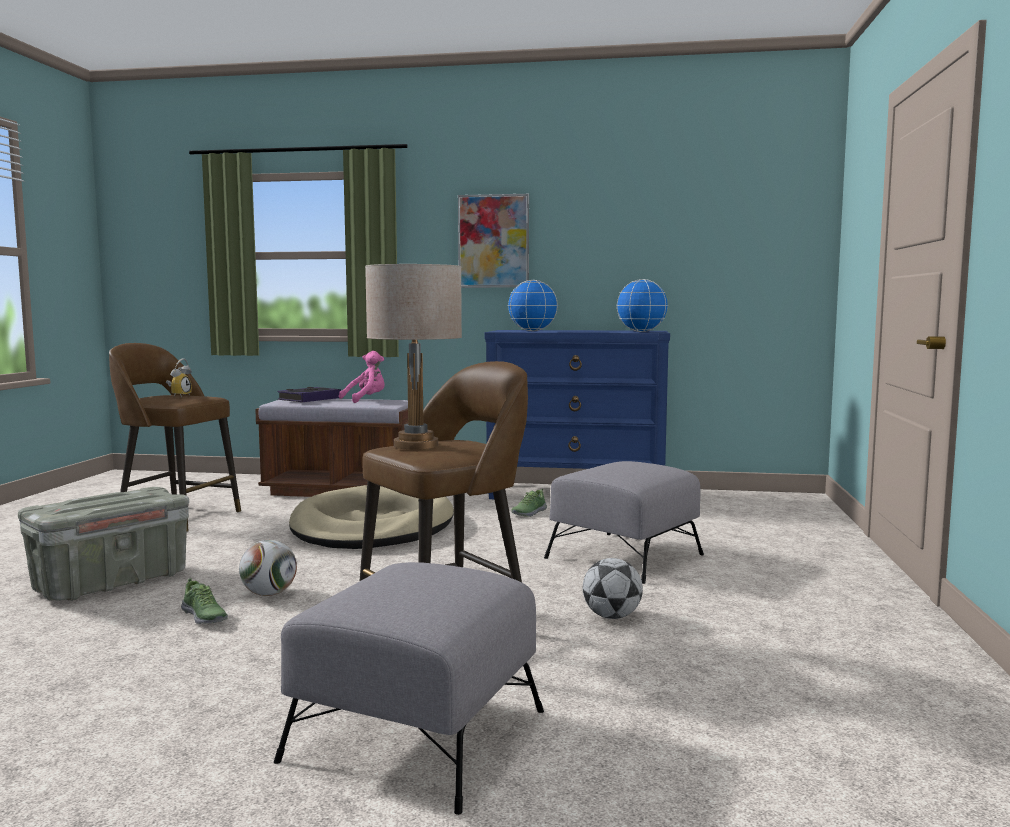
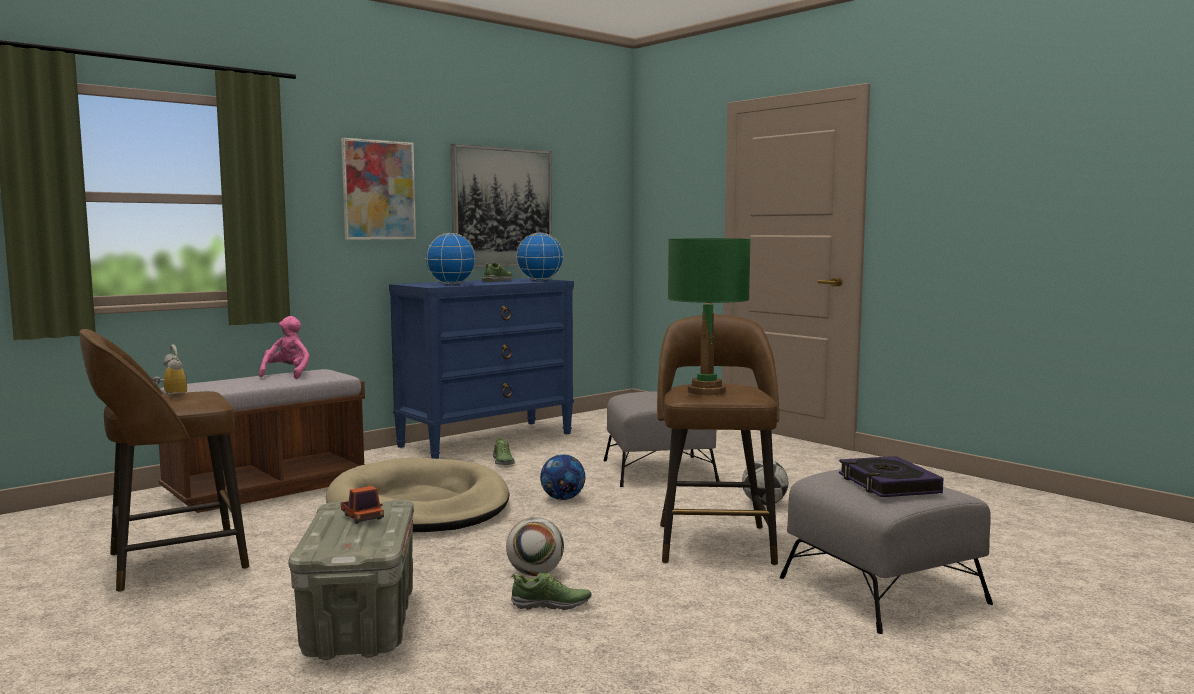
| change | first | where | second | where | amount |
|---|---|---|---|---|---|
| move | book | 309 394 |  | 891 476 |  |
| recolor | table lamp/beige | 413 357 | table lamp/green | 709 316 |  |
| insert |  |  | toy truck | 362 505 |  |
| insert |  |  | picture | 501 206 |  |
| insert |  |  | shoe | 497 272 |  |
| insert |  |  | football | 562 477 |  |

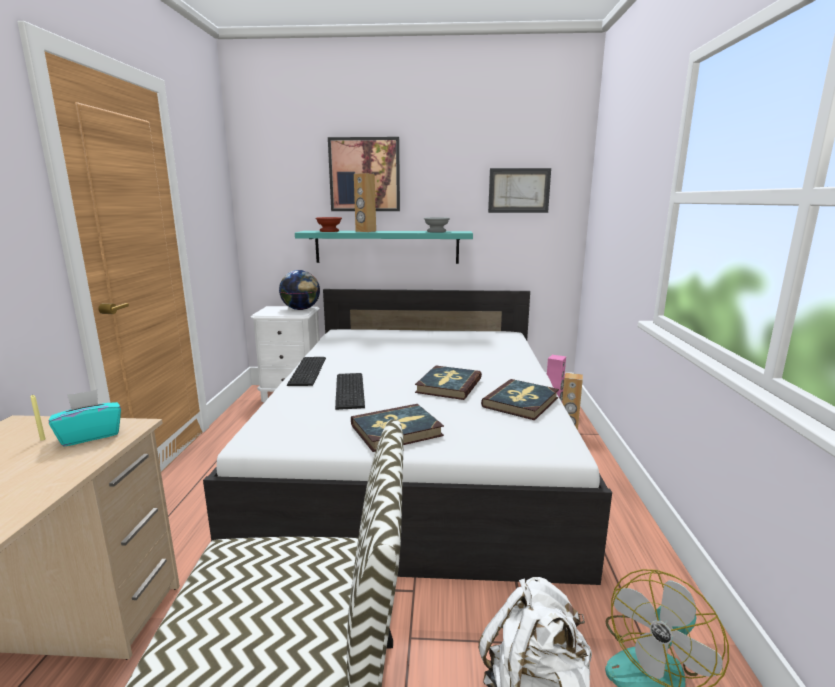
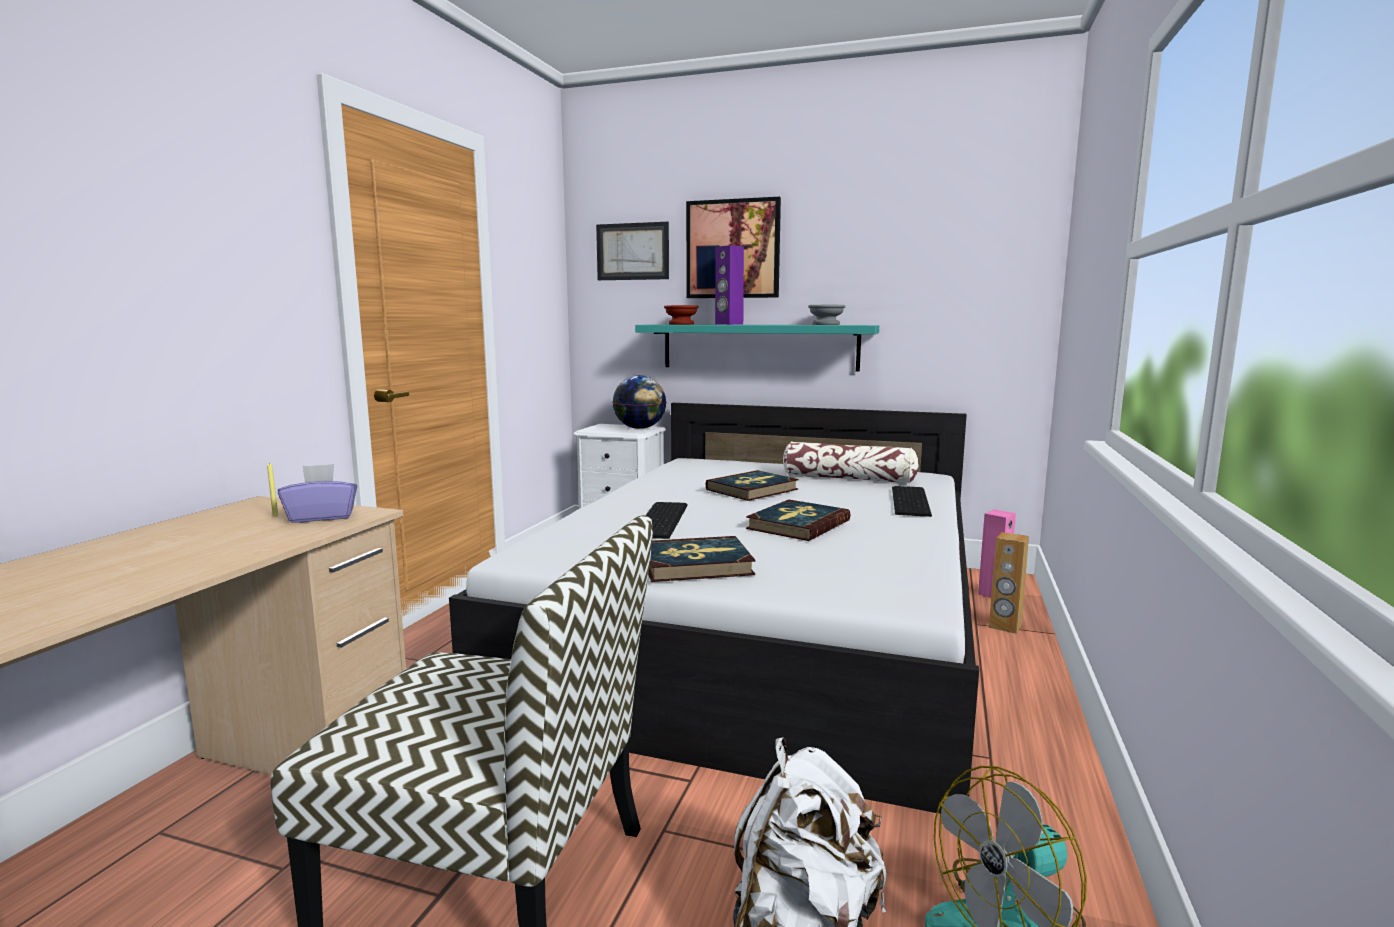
| change | first | where | second | where | amount |
|---|---|---|---|---|---|
| recolor | tissue box/turquoise | 85 417 | tissue box/purple | 318 493 |  |
| move | keyboard | 306 371 |  | 912 501 |  |
| recolor | speaker/brown | 365 202 | speaker/purple | 729 285 |  |
| move | book | 520 399 |  | 752 485 |  |
| move | picture | 519 190 |  | 632 251 |  |
| insert |  |  | pillow | 851 462 |  |

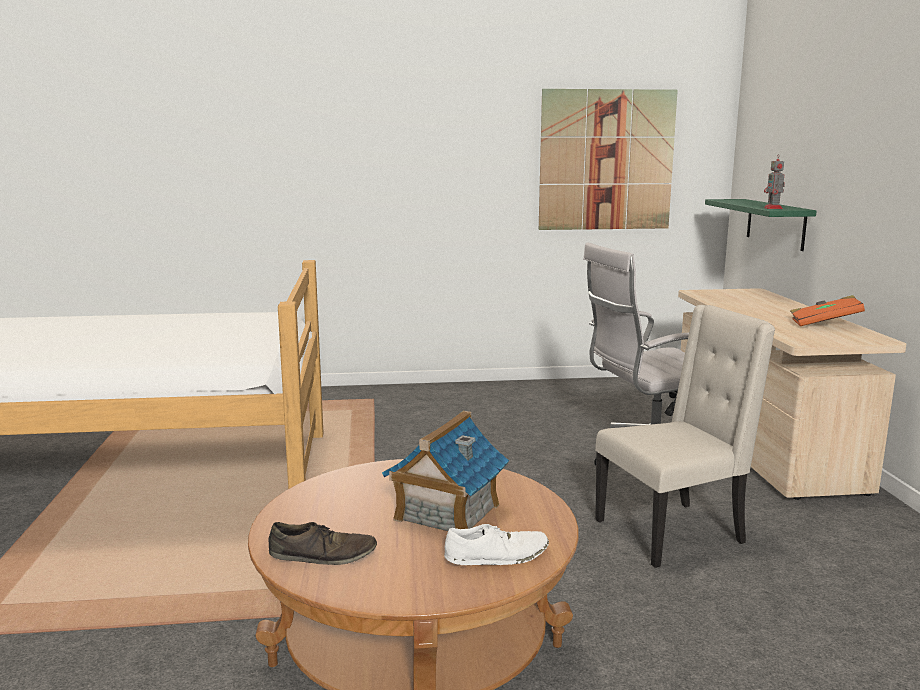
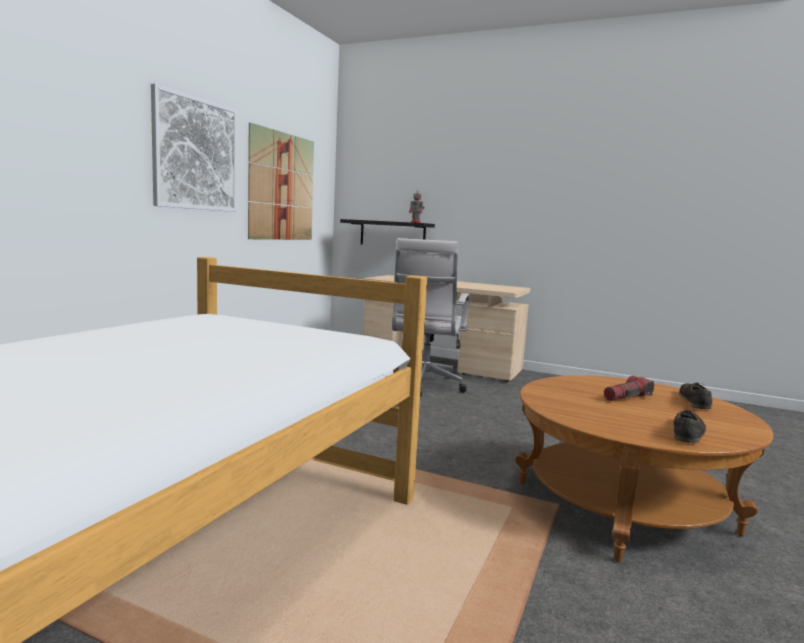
| change | first | where | second | where | amount |
|---|---|---|---|---|---|
| replace | toy house | 445 471 | flashlight | 629 388 |  |
| recolor | shoe/white | 496 544 | shoe/brown | 695 395 |  |
| delete | chair/beige | 685 436 |  |  |  |
| recolor | shelf/green | 760 225 | shelf/black | 387 232 |  |
| delete | book/orange | 827 310 |  |  |  |
| insert |  |  | picture | 194 148 |  |

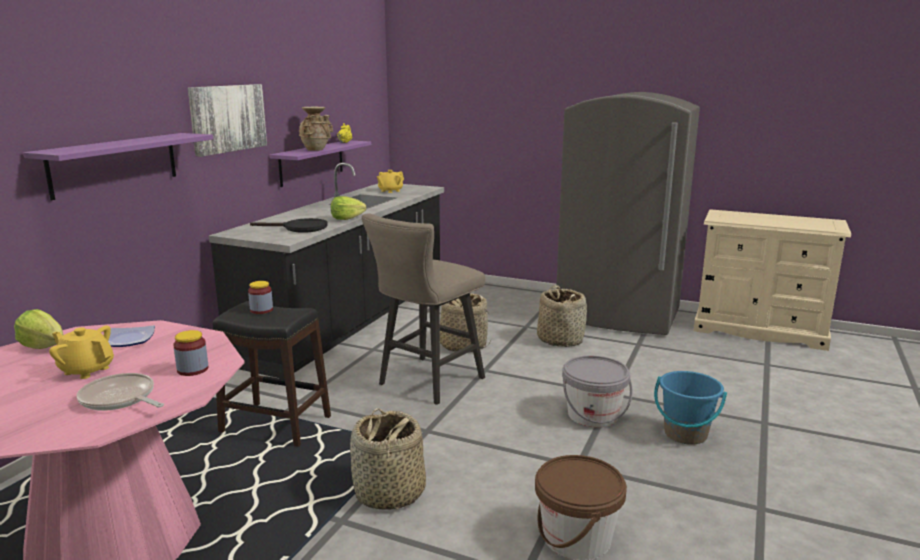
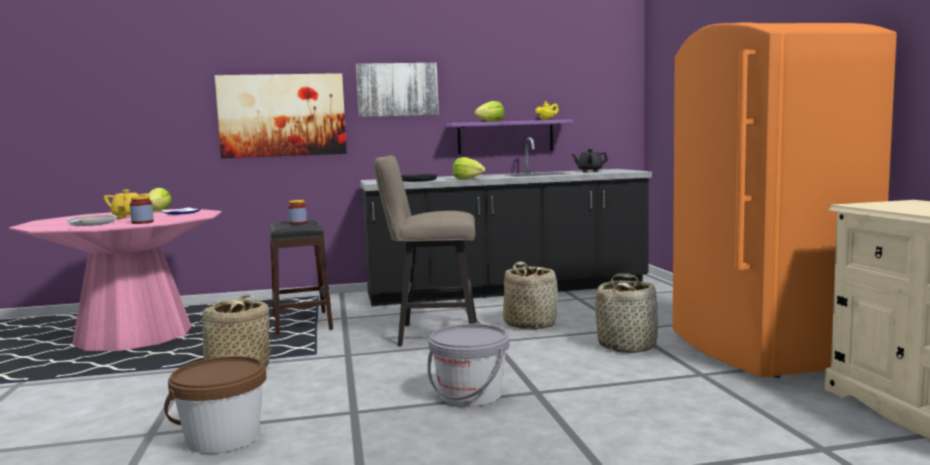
| change | first | where | second | where | amount |
|---|---|---|---|---|---|
| replace | shelf/purple | 118 166 | picture | 280 115 |  |
| replace | vase/beige | 316 129 | lettuce | 489 111 |  |
| recolor | teapot/yellow | 390 181 | teapot/black | 589 160 |  |
| recolor | fridge/grey | 628 213 | fridge/orange | 785 200 |  |
| delete | bucket/blue | 690 408 |  |  |  |

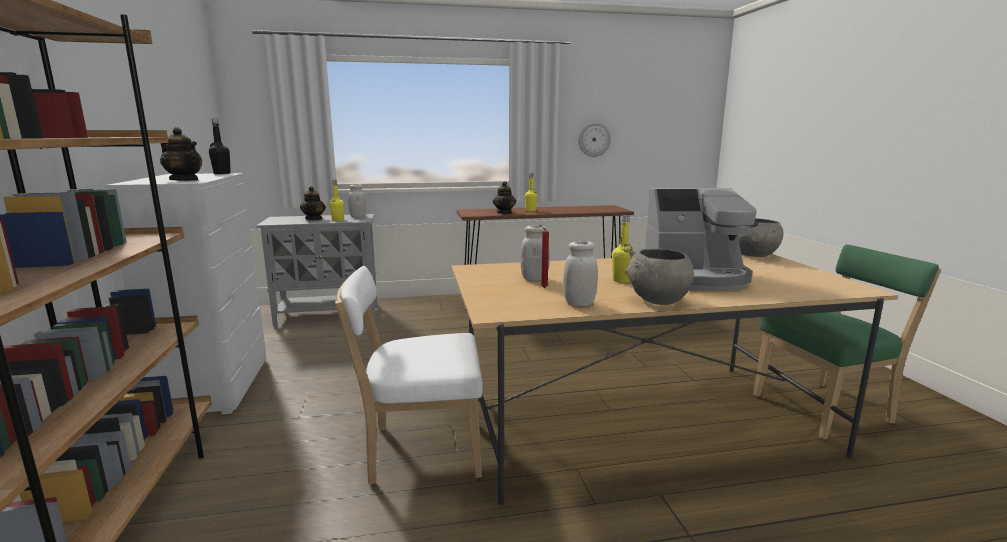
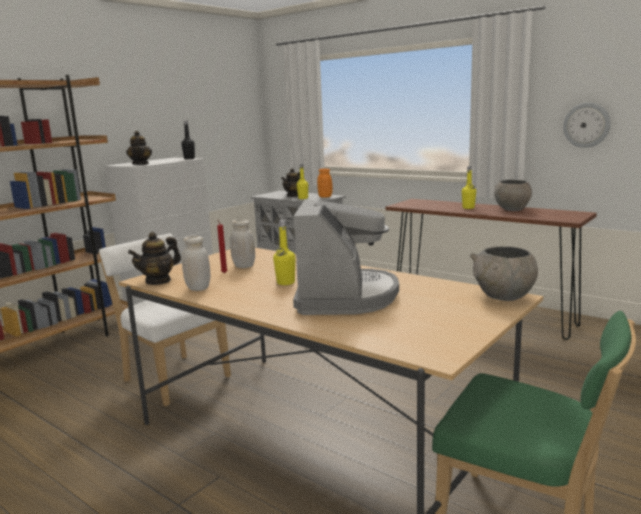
| change | first | where | second | where | amount |
|---|---|---|---|---|---|
| recolor | jar/white | 357 200 | jar/orange | 325 183 |  |
| move | teapot | 504 197 |  | 154 258 |  |
| move | bowl/grey | 659 277 |  | 513 195 |  |
| rotate | coffee machine | 701 239 |  | 346 257 | 135 degrees counterclockwise |

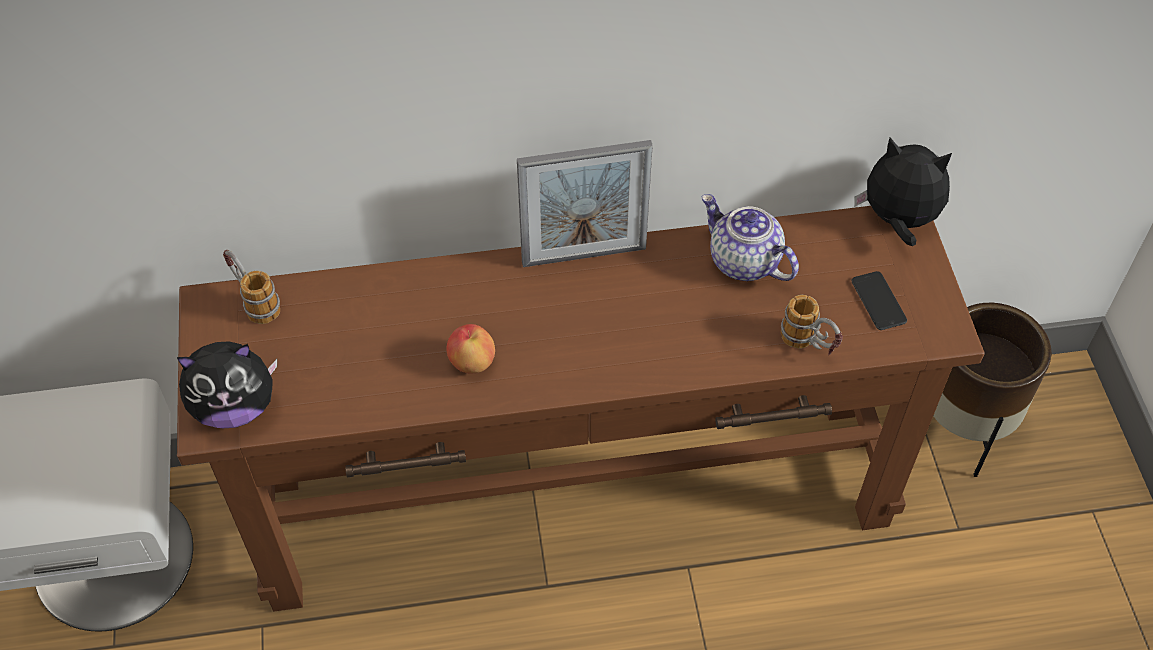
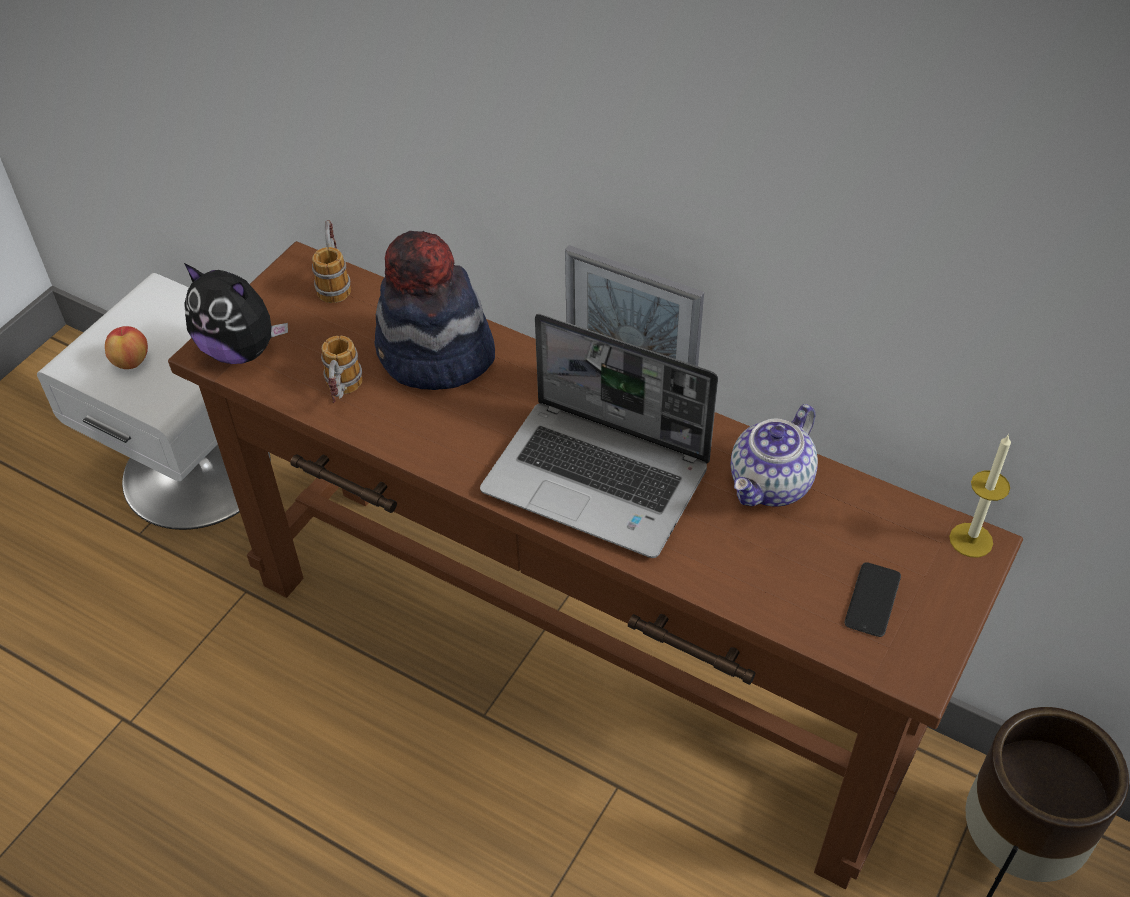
| change | first | where | second | where | amount |
|---|---|---|---|---|---|
| move | apple | 471 348 |  | 126 347 |  |
| rotate | teapot | 750 237 |  | 774 455 | 135 degrees counterclockwise |
| move | mug | 812 325 |  | 341 369 |  |
| replace | plush toy | 903 191 | candle | 980 496 |  |
| insert |  |  | hat | 435 310 |  |
| insert |  |  | laptop | 599 436 |  |

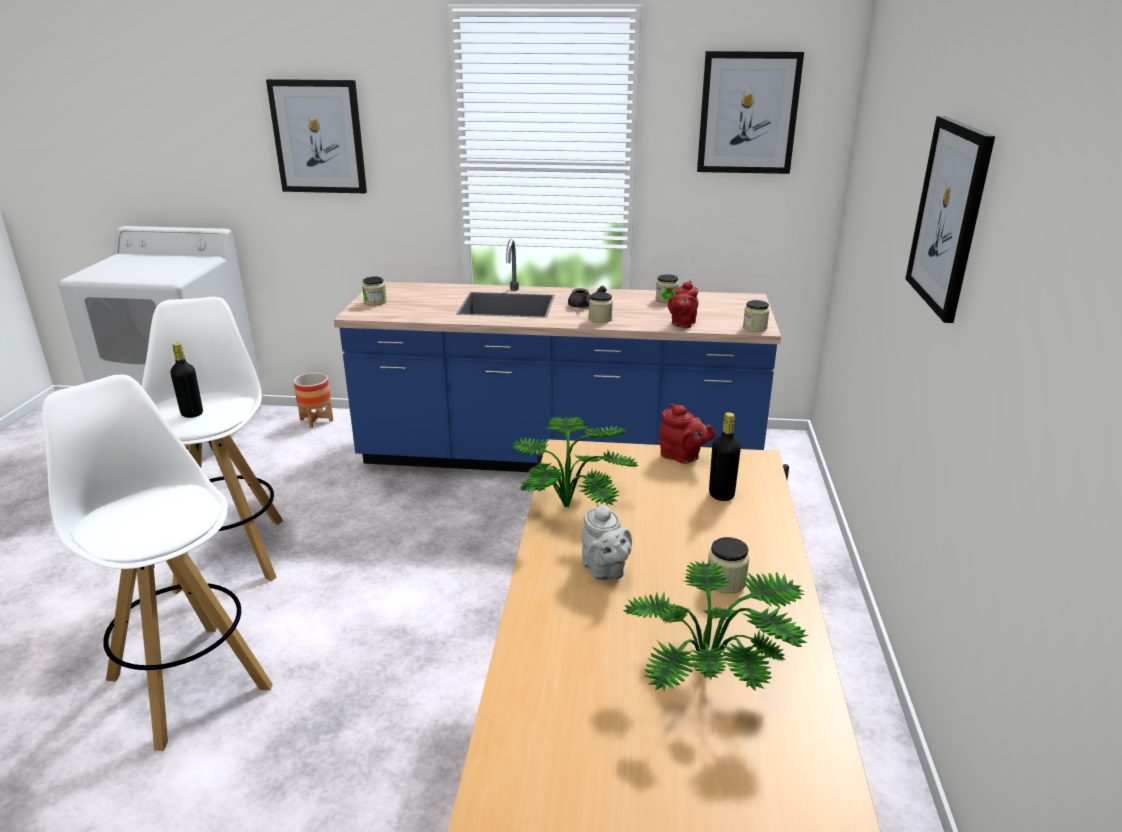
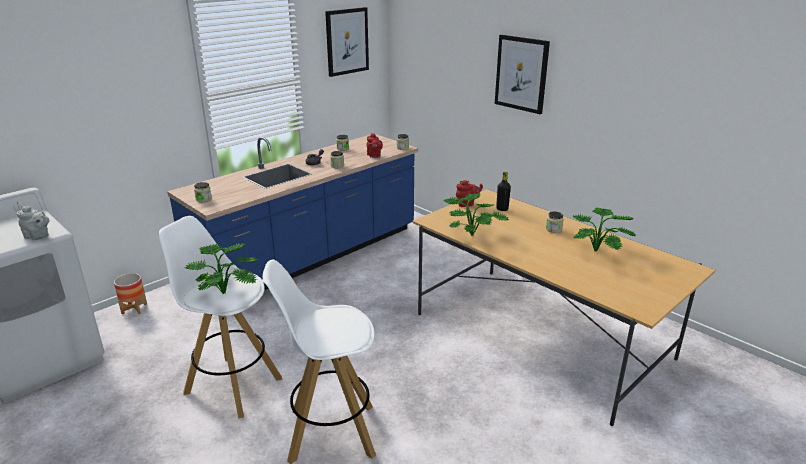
| change | first | where | second | where | amount |
|---|---|---|---|---|---|
| replace | bottle/black | 186 380 | potted plant | 221 268 |  |
| delete | picture | 316 136 |  |  |  |
| move | teapot/grey | 606 541 |  | 33 223 |  |

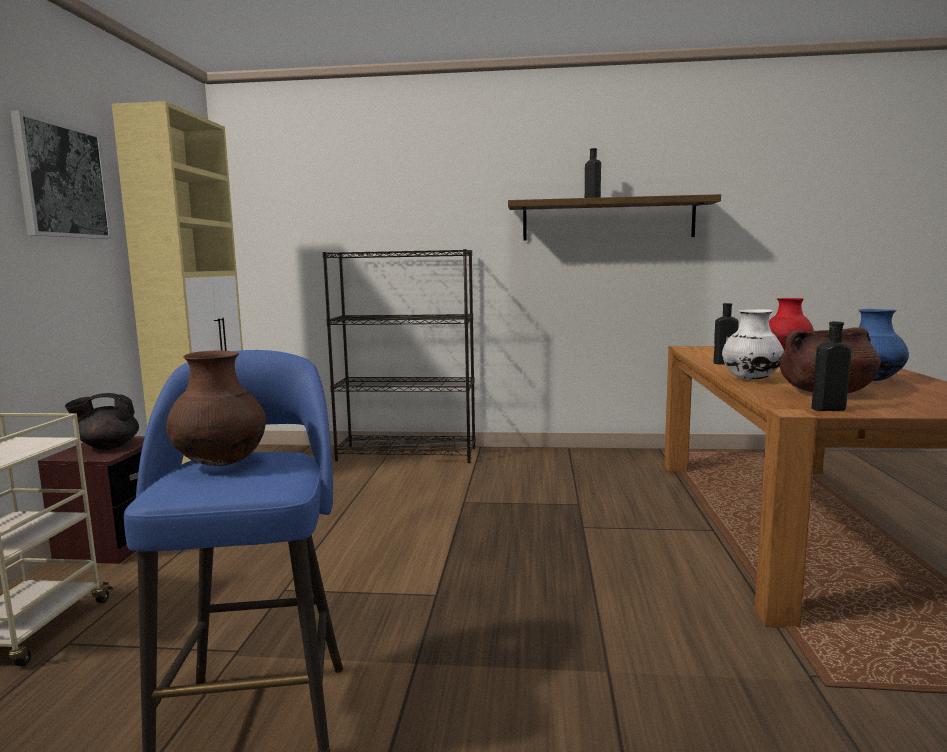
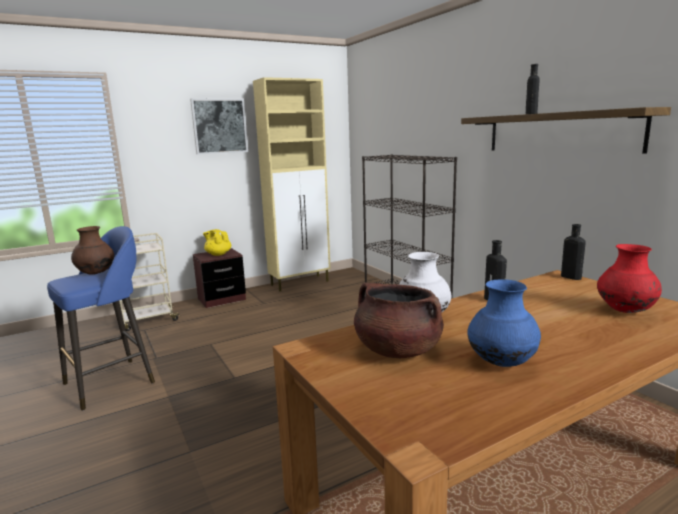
| change | first | where | second | where | amount |
|---|---|---|---|---|---|
| recolor | teapot/black | 102 421 | teapot/yellow | 217 242 |  |
| move | bottle/black | 831 366 |  | 573 252 |  |

